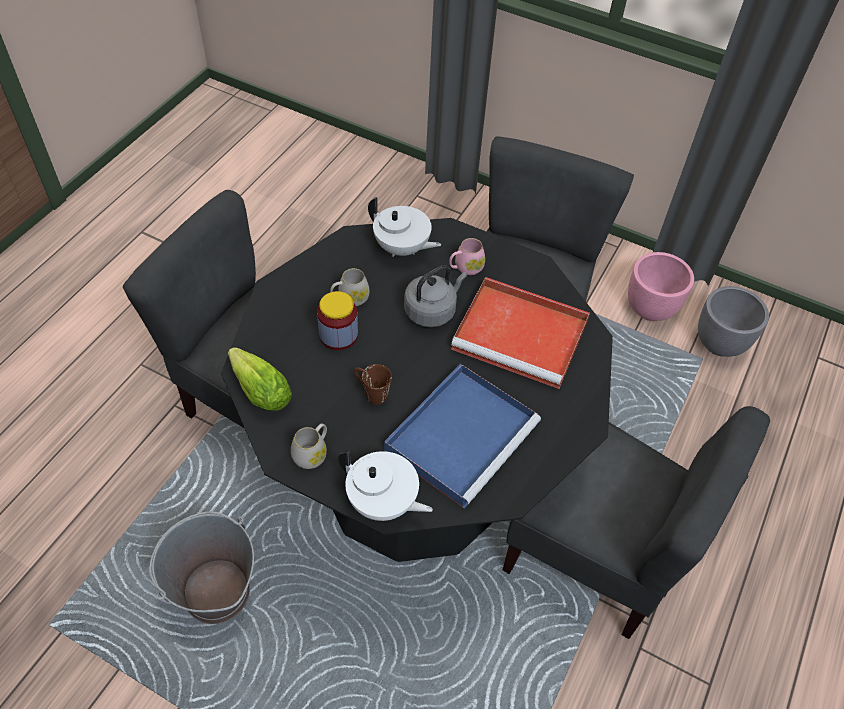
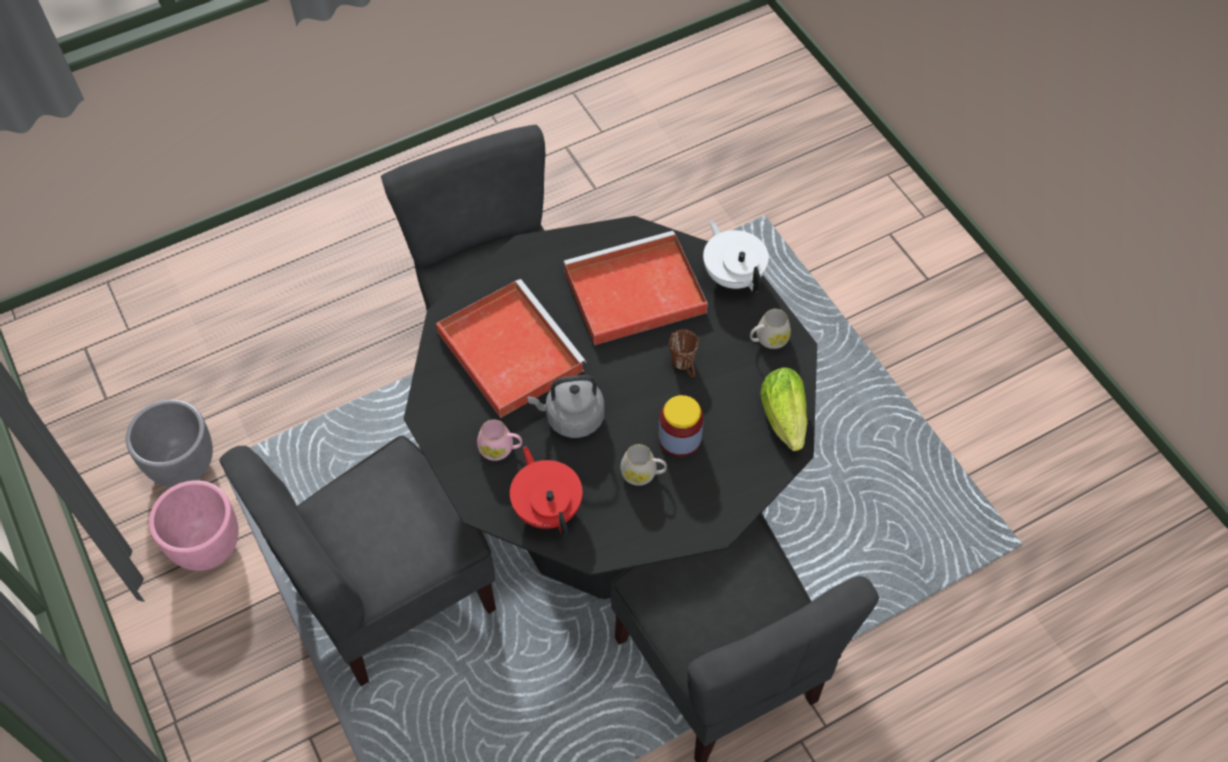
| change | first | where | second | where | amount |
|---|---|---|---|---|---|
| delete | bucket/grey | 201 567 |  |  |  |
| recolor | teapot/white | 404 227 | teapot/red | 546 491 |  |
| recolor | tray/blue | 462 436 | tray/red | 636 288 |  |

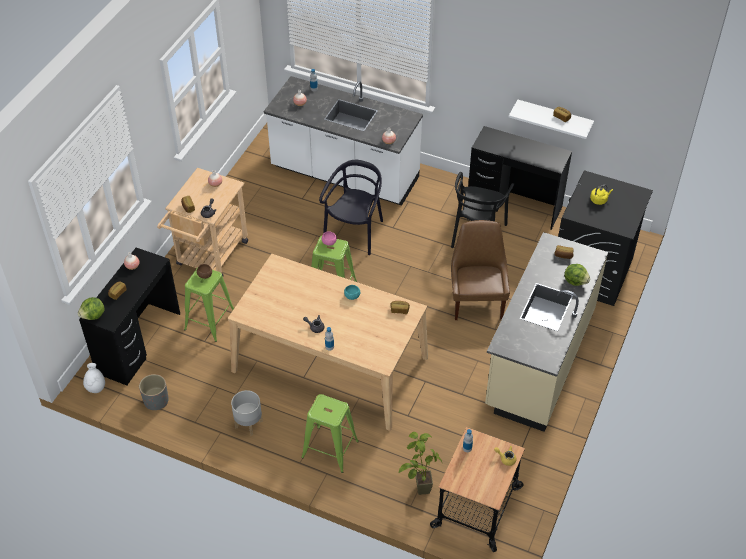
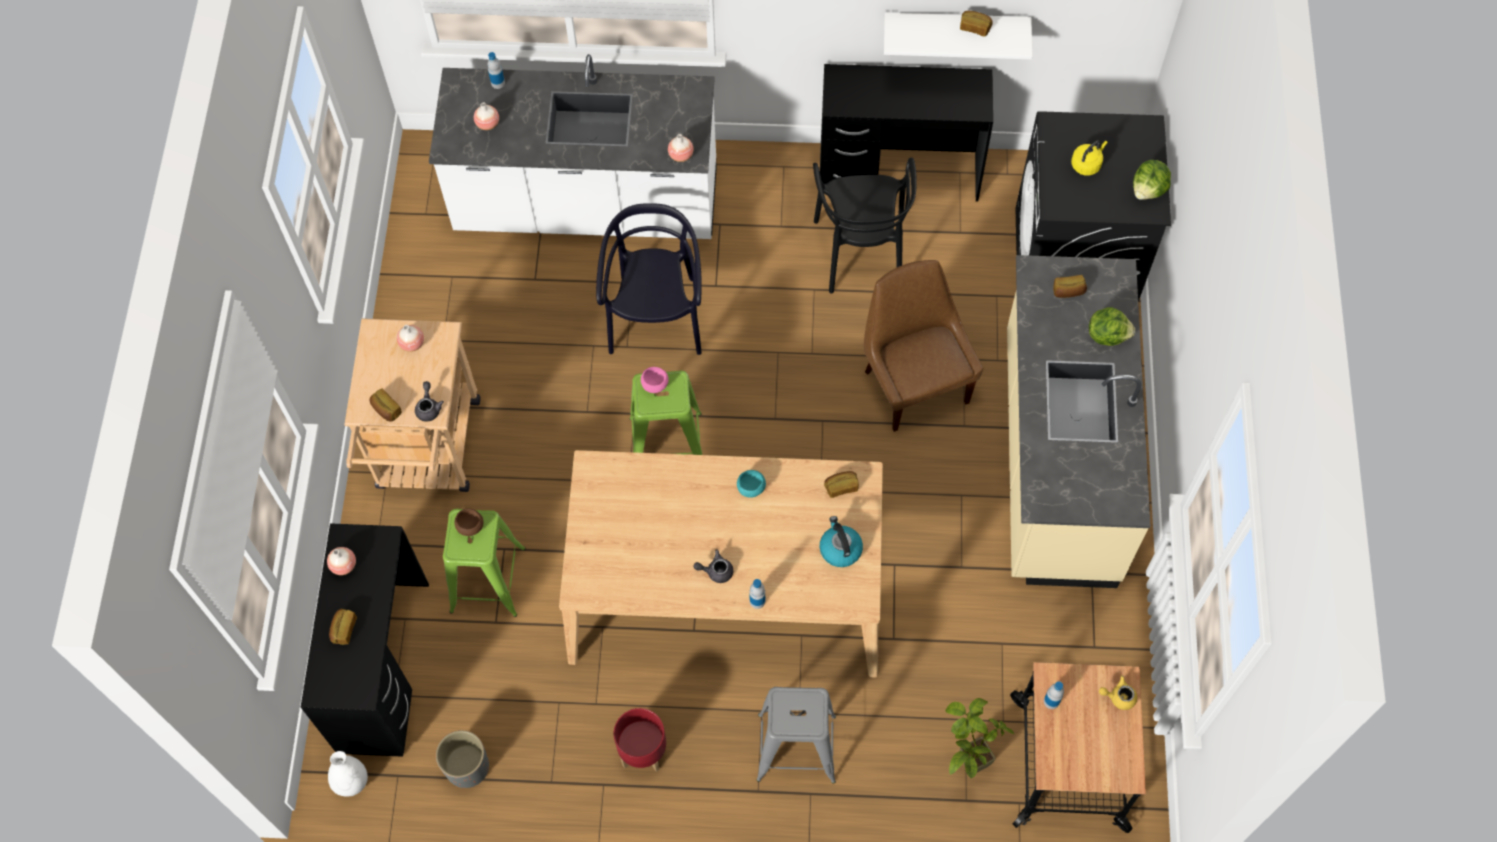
| change | first | where | second | where | amount |
|---|---|---|---|---|---|
| move | lettuce | 91 308 |  | 1152 180 |  |
| recolor | planter/grey | 247 413 | planter/red | 640 740 |  |
| recolor | stool/green | 330 433 | stool/grey | 796 735 |  |
| insert |  |  | kettle | 841 541 |  |

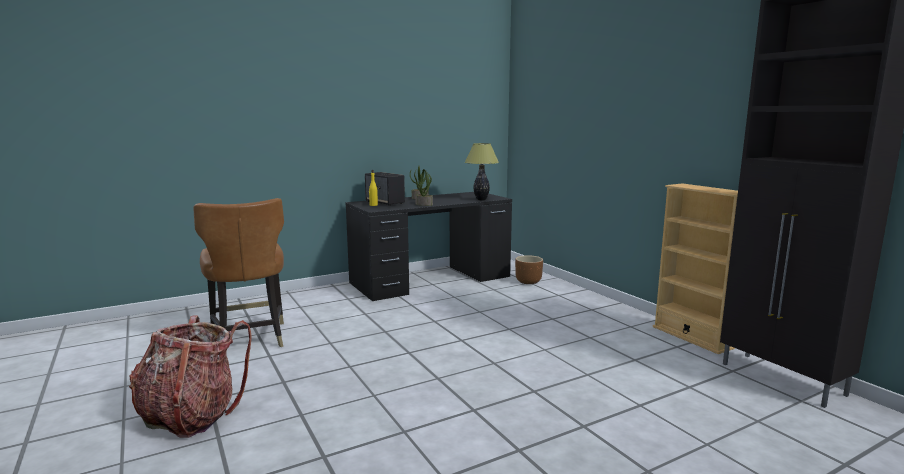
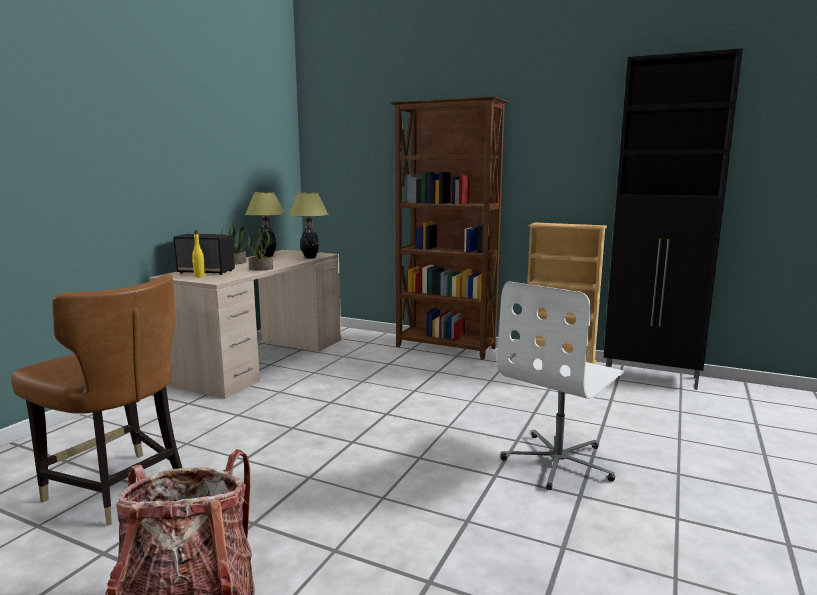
| change | first | where | second | where | amount |
|---|---|---|---|---|---|
| recolor | desk/black | 428 246 | desk/beige | 245 324 |  |
| delete | planter/brown | 529 269 |  |  |  |
| insert |  |  | table lamp | 265 224 |  |
| insert |  |  | bookcase/brown | 449 228 |  |
| insert |  |  | office chair/white | 561 385 |  |

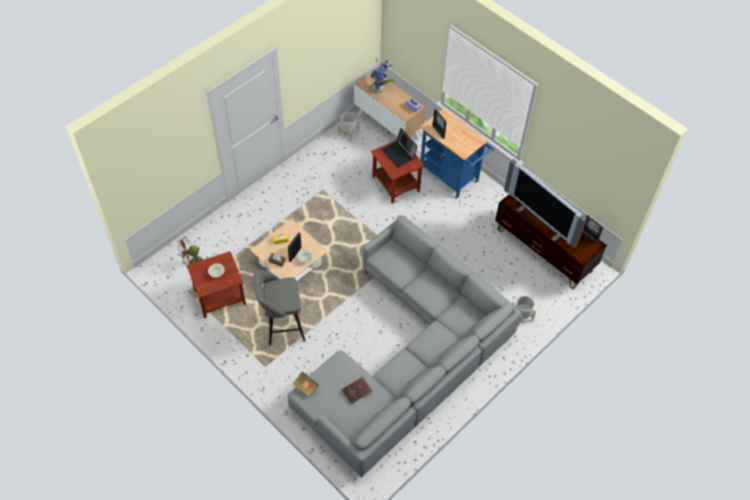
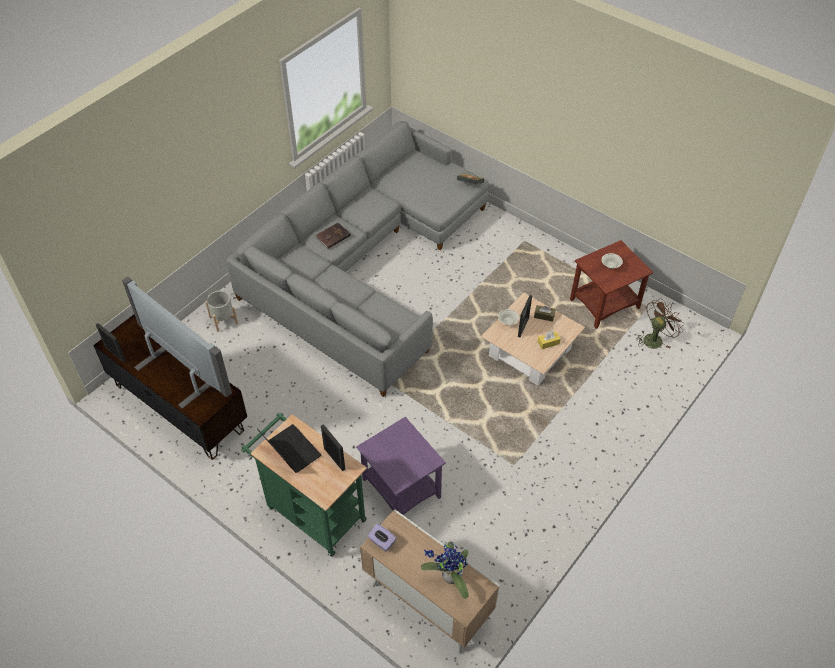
| change | first | where | second | where | amount |
|---|---|---|---|---|---|
| delete | stool/grey | 279 308 |  |  |  |
| delete | planter/grey | 348 126 |  |  |  |
| move | book/brown | 357 390 |  | 332 236 |  |
| recolor | side table/brown | 398 172 | side table/purple | 401 466 |  |
| move | laptop | 400 147 |  | 289 448 |  |
| recolor | cart/blue | 457 153 | cart/green | 304 485 |  |

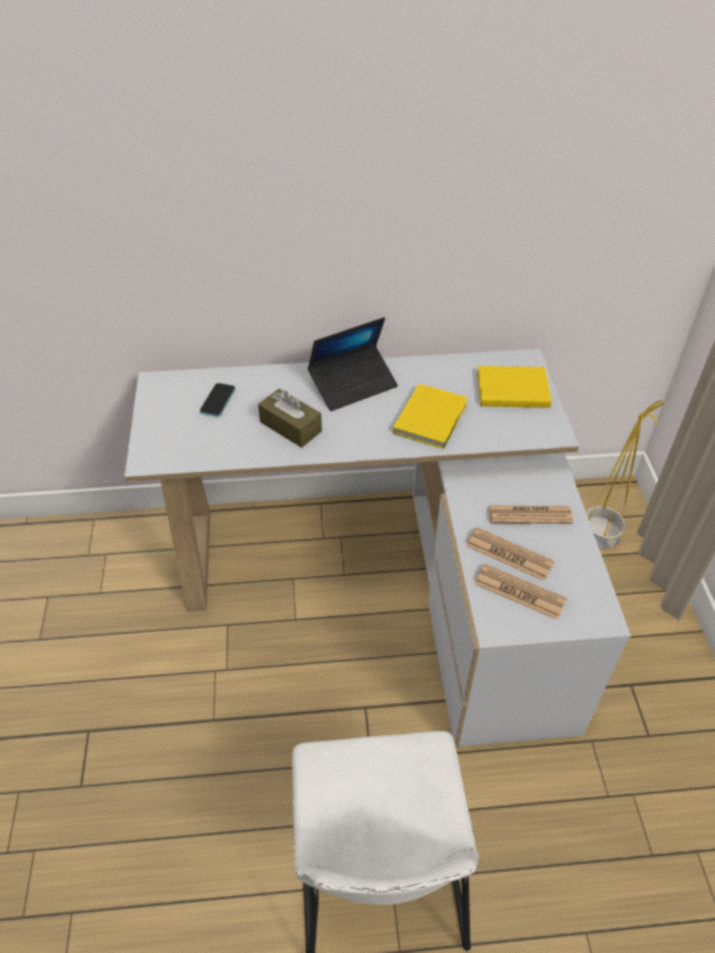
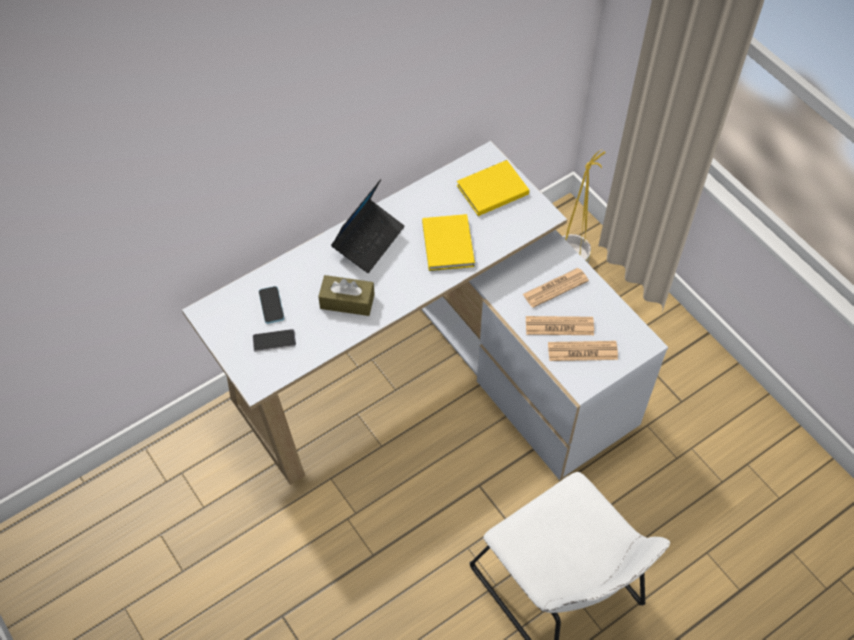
| change | first | where | second | where | amount |
|---|---|---|---|---|---|
| insert |  |  | phone | 274 340 |  |

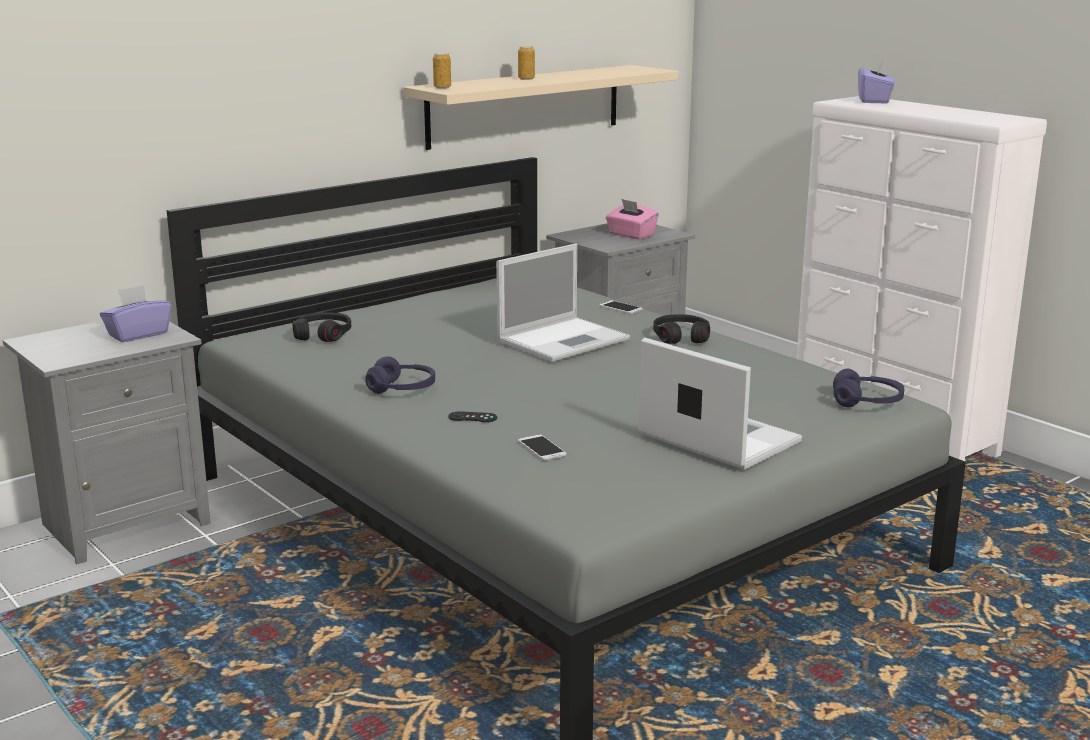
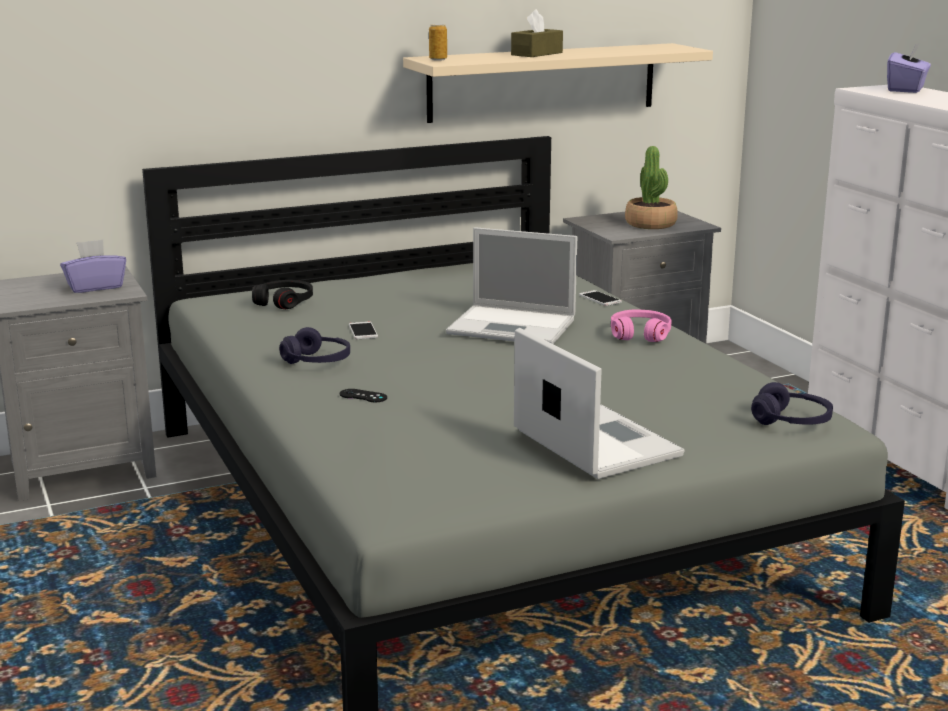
| change | first | where | second | where | amount |
|---|---|---|---|---|---|
| rotate | laptop | 563 303 |  | 511 285 | 45 degrees clockwise |
| replace | can | 526 63 | tissue box/brown | 537 33 |  |
| move | phone | 542 447 |  | 363 330 |  |
| replace | tissue box/pink | 632 219 | potted plant | 651 187 |  |
| recolor | headphones/black | 681 329 | headphones/pink | 641 325 |  |

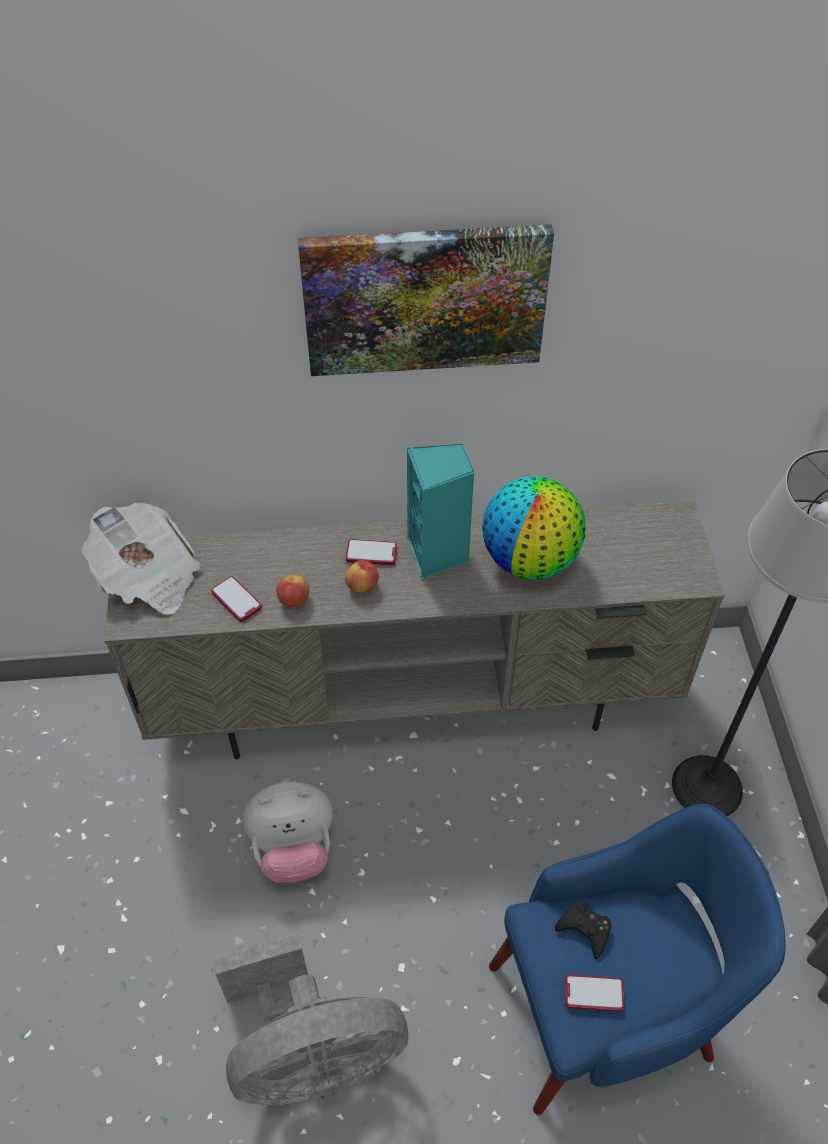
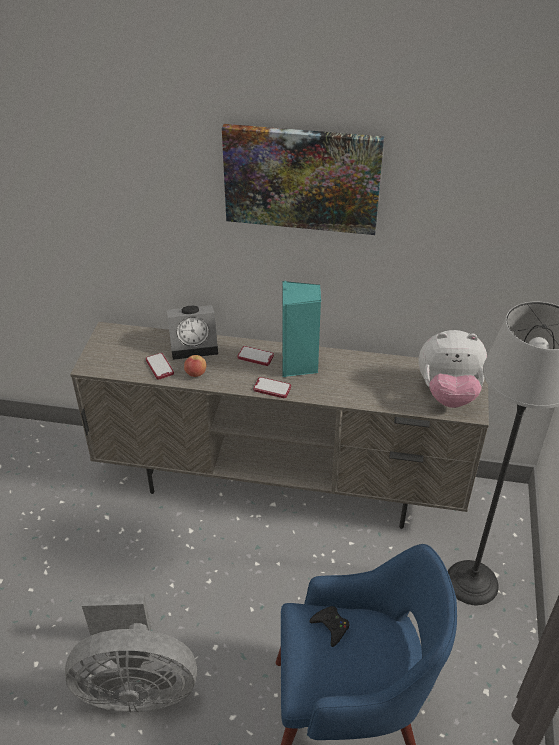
| change | first | where | second | where | amount |
|---|---|---|---|---|---|
| delete | newspaper | 141 559 |  |  |  |
| move | plush toy | 287 832 |  | 452 369 |  |
| delete | apple | 362 576 |  |  |  |
| delete | globe | 534 527 |  |  |  |
| move | phone | 594 993 |  | 272 387 |  |
| insert |  |  | alarm clock | 192 332 |  |

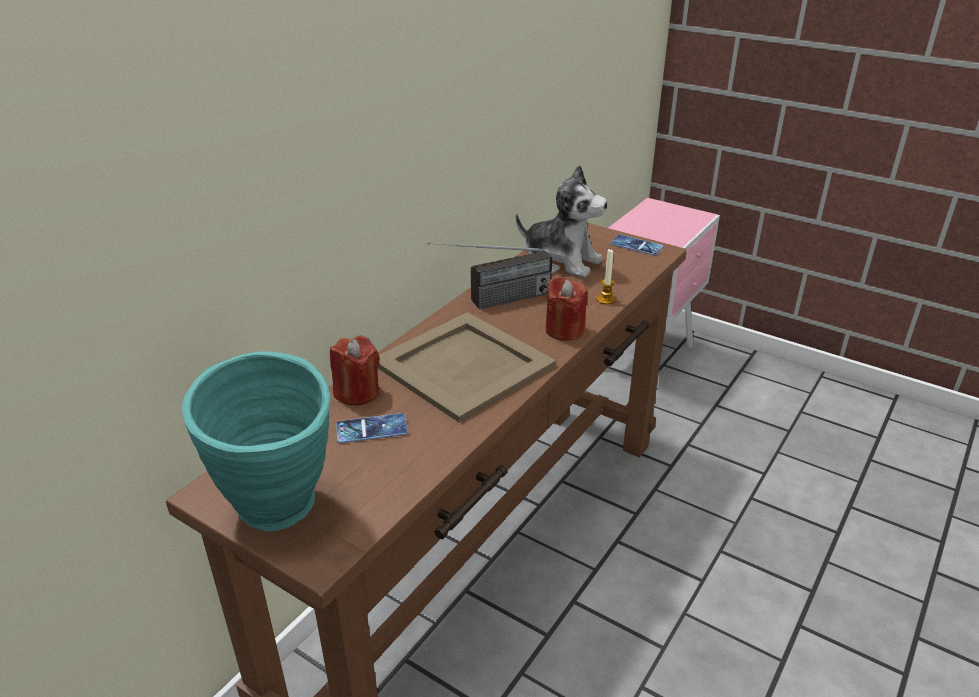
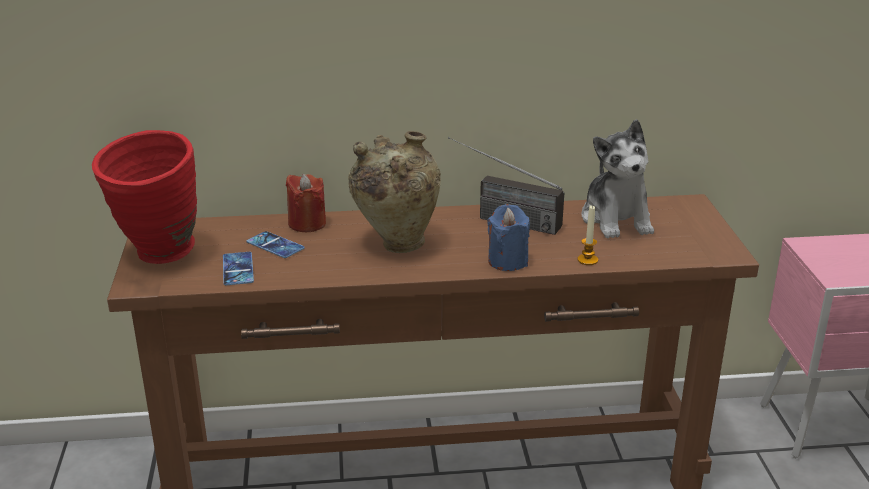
| change | first | where | second | where | amount |
|---|---|---|---|---|---|
| recolor | vase/turquoise | 256 441 | vase/red | 144 197 |  |
| replace | tray/beige | 467 367 | vase/beige | 394 192 |  |
| recolor | candle/red | 567 308 | candle/blue | 508 237 |  |
| move | phone | 636 245 |  | 238 268 |  |

